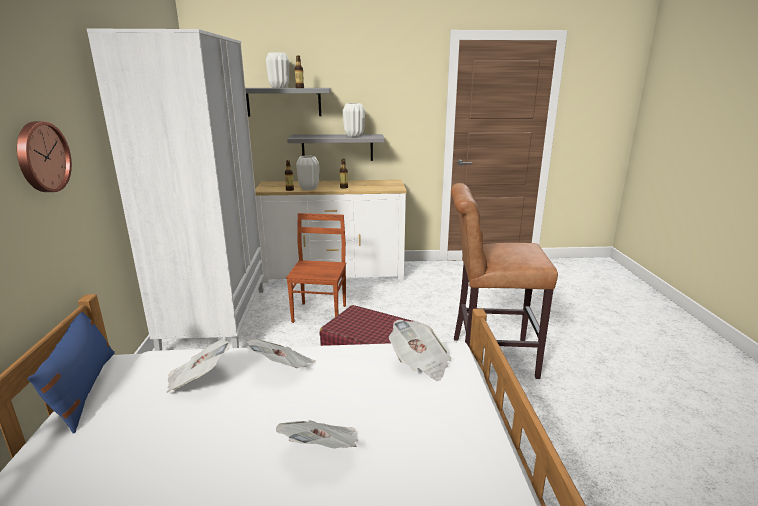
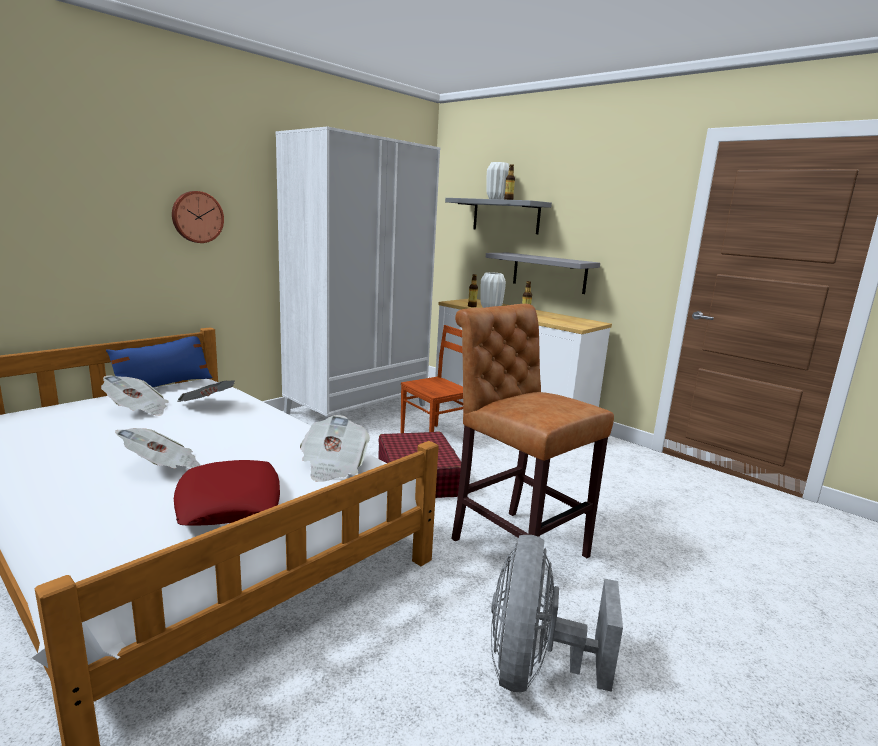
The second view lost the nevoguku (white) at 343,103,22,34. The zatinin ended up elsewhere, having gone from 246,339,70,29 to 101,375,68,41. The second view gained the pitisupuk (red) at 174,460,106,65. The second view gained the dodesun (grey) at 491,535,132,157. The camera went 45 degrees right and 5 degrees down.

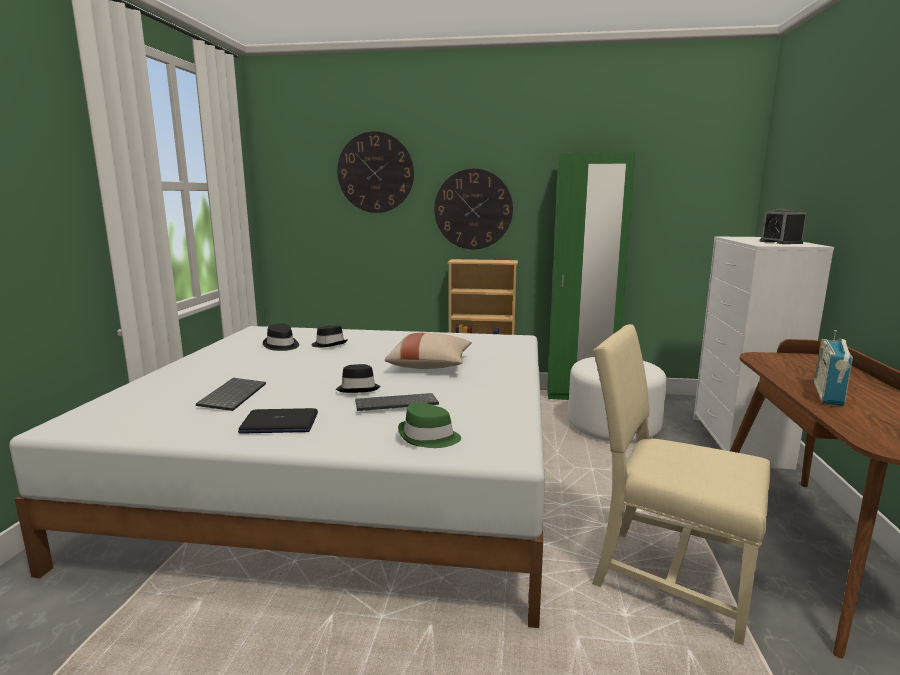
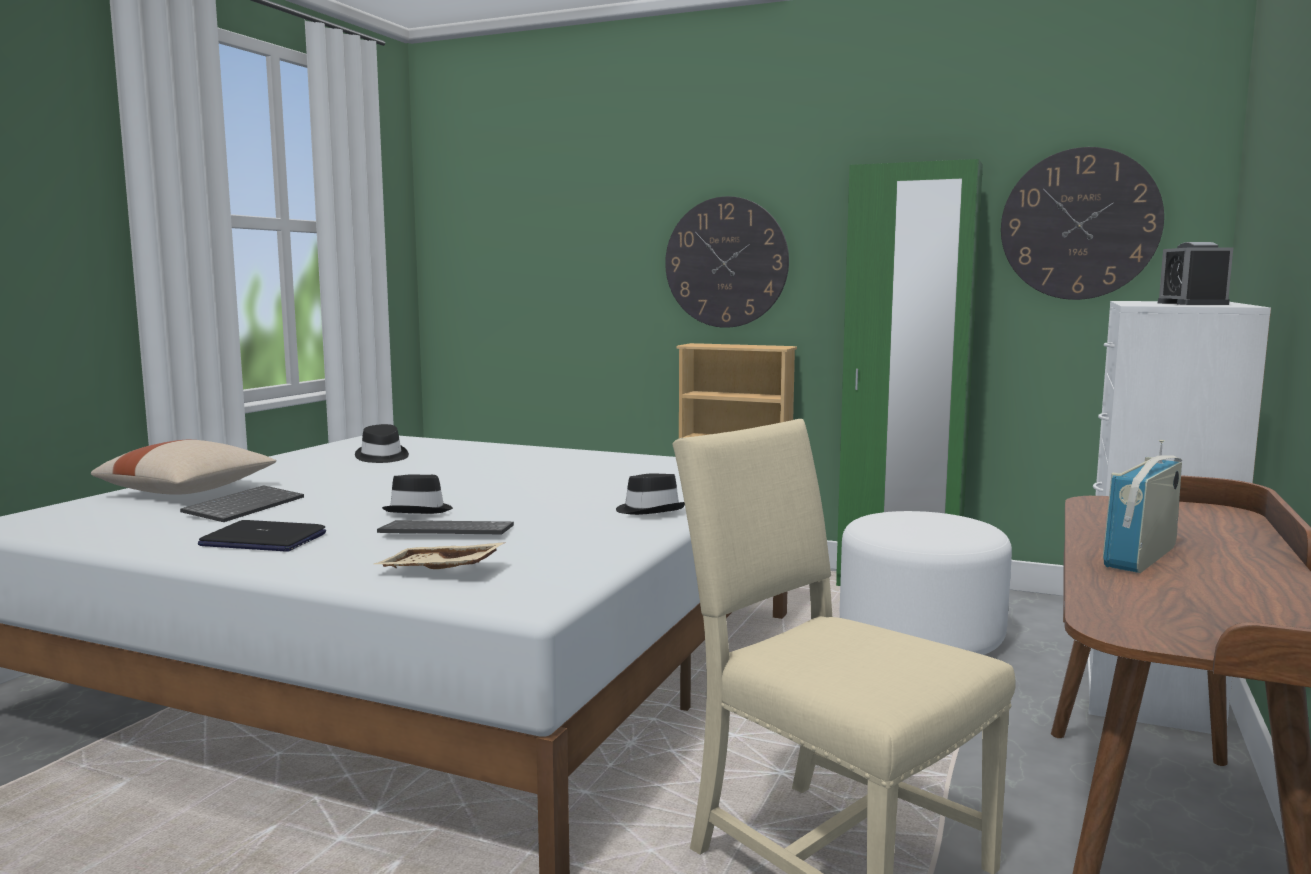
The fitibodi ended up elsewhere, having gone from 337,131,77,82 to 1001,147,163,153. The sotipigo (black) ended up elsewhere, having gone from 311,326,37,21 to 616,474,69,41. The pitisupuk (beige) ended up elsewhere, having gone from 385,333,87,36 to 91,440,185,54. Where the sotipigo (green) stood at 398,402,63,46, the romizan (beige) came to stand at 374,542,132,27. The camera went 15 degrees right and 5 degrees down.

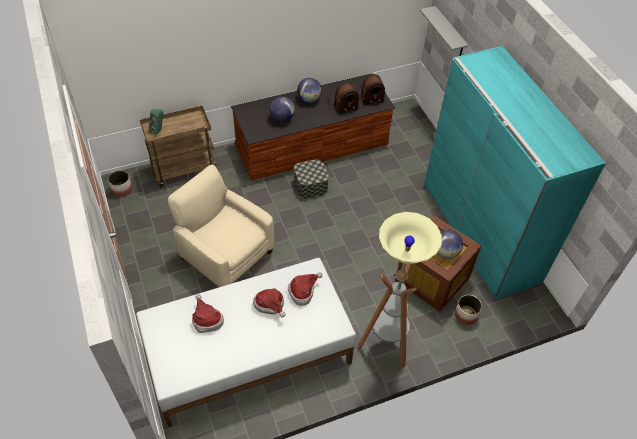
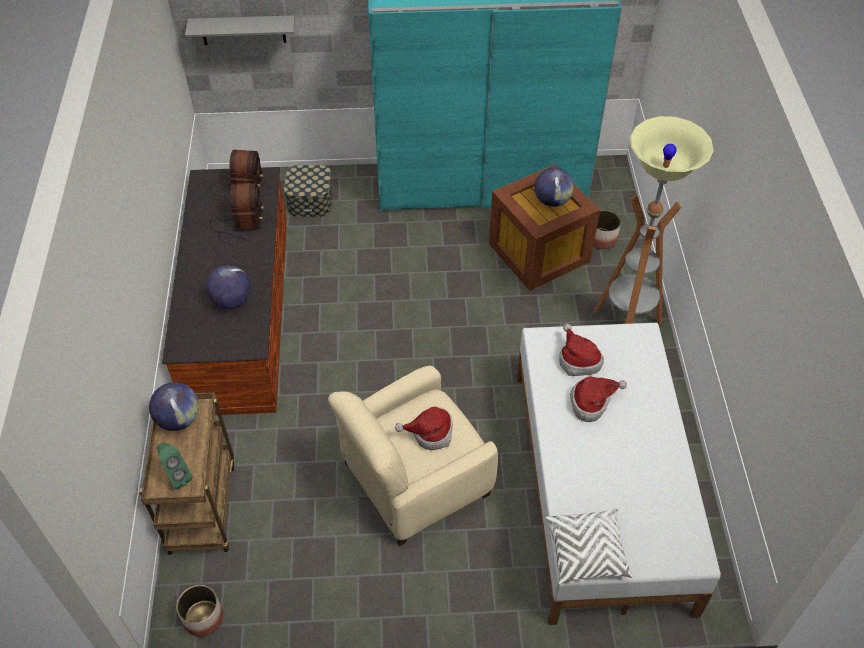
The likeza ended up elsewhere, having gone from 297,78,25,25 to 149,382,50,49. The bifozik ended up elsewhere, having gone from 294,159,35,39 to 284,165,49,52. The sotipigo ended up elsewhere, having gone from 192,294,32,39 to 395,406,58,44. The second view gained the pitisupuk (white) at 546,509,87,75. The camera went 70 degrees left and 0 degrees up.

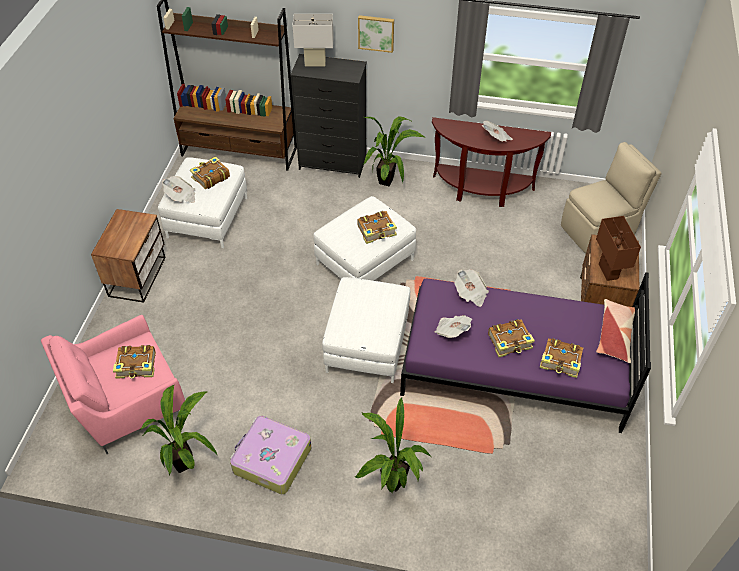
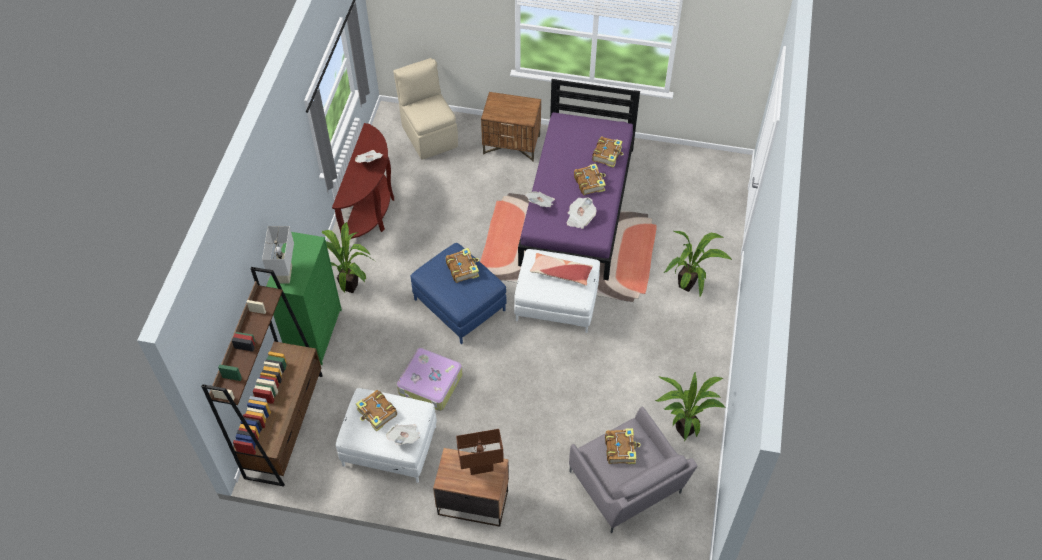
The second view lost the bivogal at 358,15,36,38. What was the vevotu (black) at 290,54,77,124 turned into the vevotu (green) at 266,232,76,133. What was the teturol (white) at 314,196,102,85 turned into the teturol (blue) at 410,243,97,101. The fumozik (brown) ended up elsewhere, having gone from 596,216,45,65 to 456,429,48,46. The pitisupuk ended up elsewhere, having gone from 596,299,39,64 to 530,253,63,33. What was the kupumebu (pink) at 41,315,144,139 turned into the kupumebu (grey) at 569,407,129,127. The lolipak ended up elsewhere, having gone from 230,416,82,78 to 397,348,66,63. The camera went 90 degrees left and 5 degrees up.

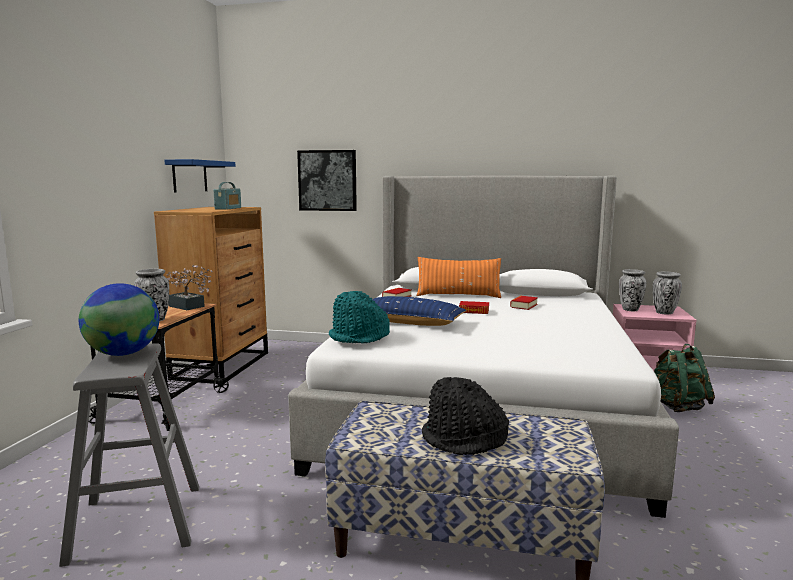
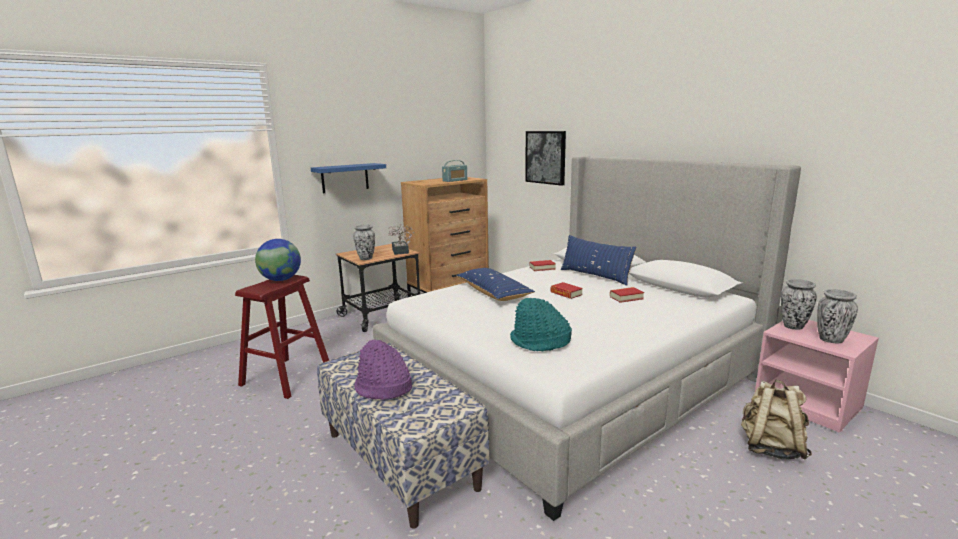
The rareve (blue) ended up elsewhere, having gone from 164,159,71,34 to 311,163,75,30. What was the pitisupuk (orange) at 417,257,84,41 turned into the pitisupuk (blue) at 561,235,76,51. The sotipigo (turquoise) ended up elsewhere, having gone from 329,291,61,52 to 510,298,62,53. What was the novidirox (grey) at 59,343,140,224 turned into the novidirox (red) at 235,275,94,124. What was the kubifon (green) at 654,344,61,68 turned into the kubifon (beige) at 741,380,71,80. What was the sotipigo (black) at 422,377,87,78 turned into the sotipigo (purple) at 354,339,58,61. The camera went 40 degrees right and 5 degrees up.

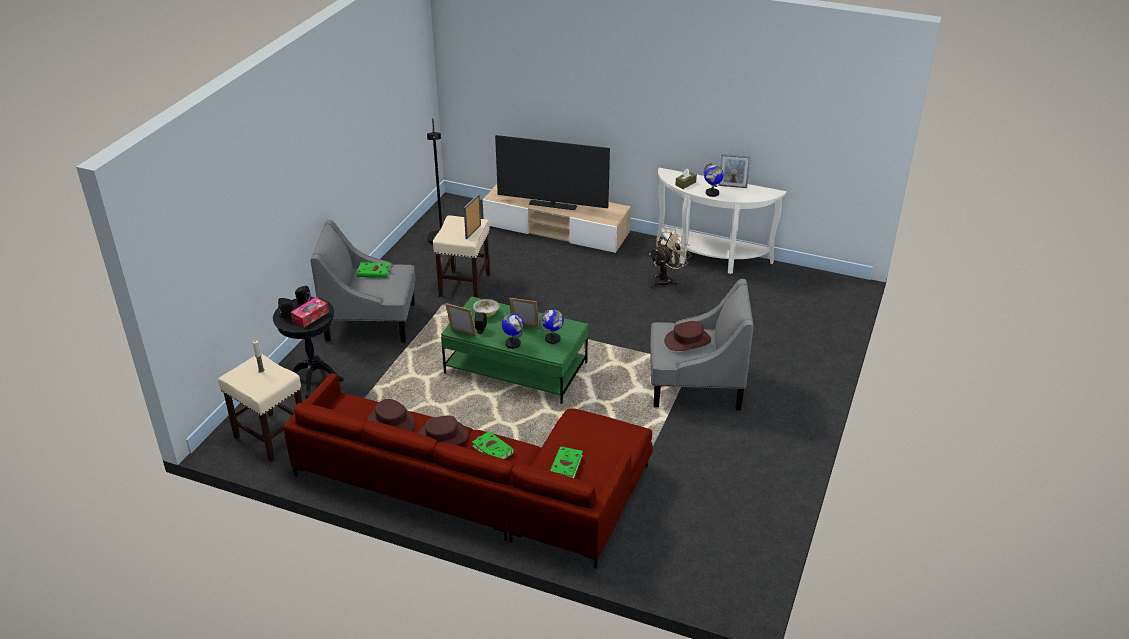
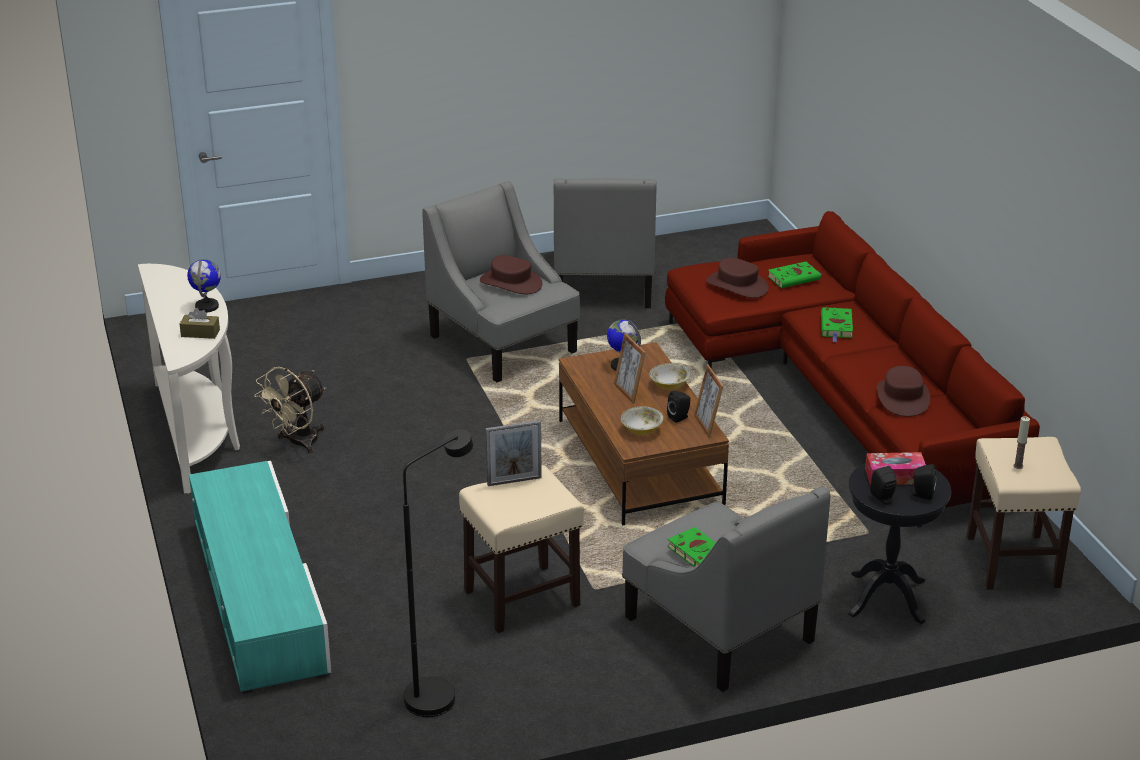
The second view lost the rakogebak at 495,135,115,75. The second view lost the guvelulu at 718,154,33,34. What was the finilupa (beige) at 483,184,148,69 turned into the finilupa (turquoise) at 189,461,142,233. The dodesun (beige) at 649,229,42,59 ended up facing another way, 60 degrees counterclockwise from before. What was the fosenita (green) at 441,296,147,108 turned into the fosenita (brown) at 559,342,170,183. Where the likeza stood at 502,314,22,35, the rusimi came to stand at 649,363,41,27. The sotipigo (brown) ended up elsewhere, having gone from 418,416,51,29 to 706,258,63,40. The second view gained the kupumebu (grey) at 554,178,103,130. The camera went 130 degrees left and 5 degrees down.

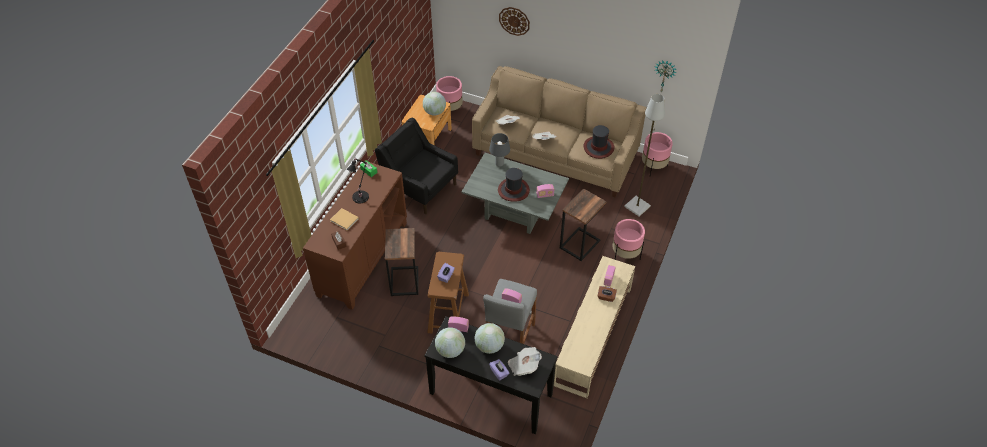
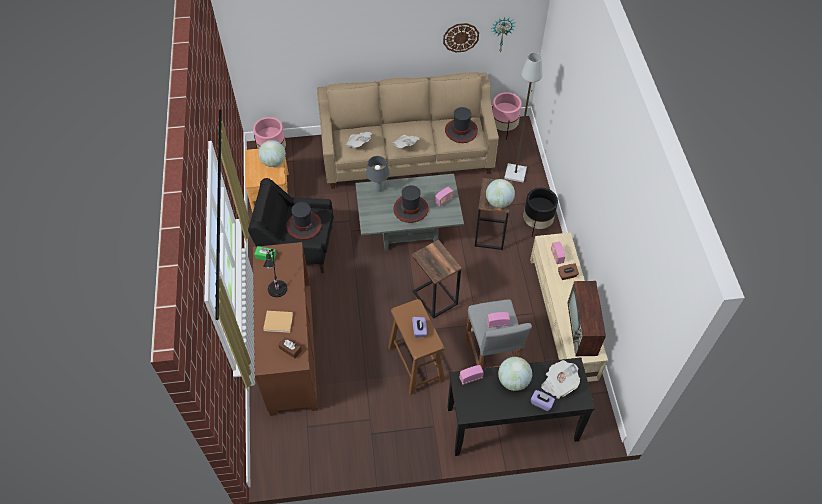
The fitibodi ended up elsewhere, having gone from 499,7,31,29 to 443,23,36,30. What was the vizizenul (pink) at 612,219,33,40 turned into the vizizenul (black) at 523,188,35,48. The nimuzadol ended up elsewhere, having gone from 385,228,33,68 to 412,240,50,79. The likeza ended up elsewhere, having gone from 435,327,30,31 to 486,179,29,29. The second view gained the sotipigo at 286,202,36,38. The second view gained the rakogebak at 567,281,39,75. The camera went 30 degrees left and 5 degrees up.

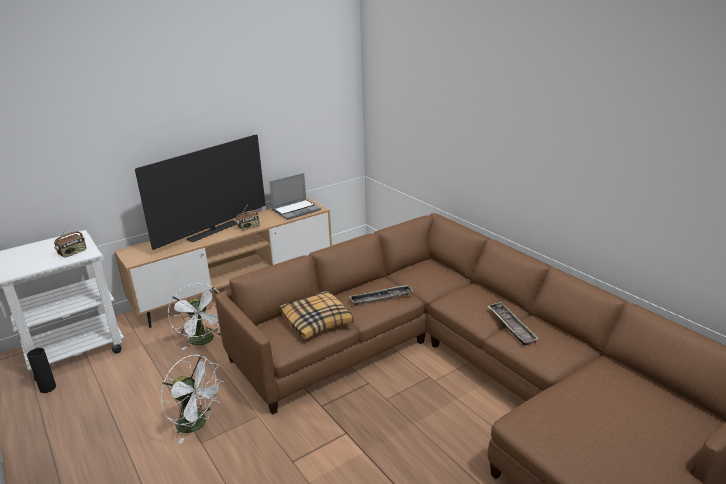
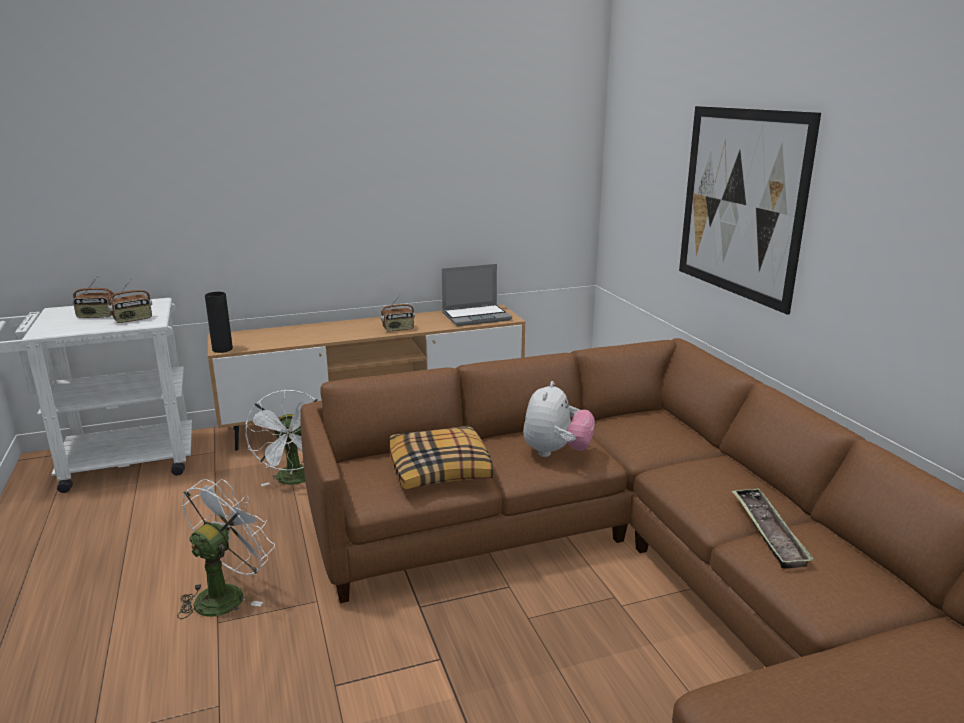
The second view lost the rakogebak at 135,134,130,116. Where the romizan stood at 349,285,64,21, the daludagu came to stand at 523,381,72,76. The nevoguku (black) ended up elsewhere, having gone from 27,348,29,45 to 205,292,28,61. The dodesun (white) at 161,354,63,90 ended up facing another way, 105 degrees counterclockwise from before. The second view gained the bivogal at 679,106,142,209. The second view gained the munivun at 73,276,42,42. The camera went 15 degrees right and 5 degrees down.

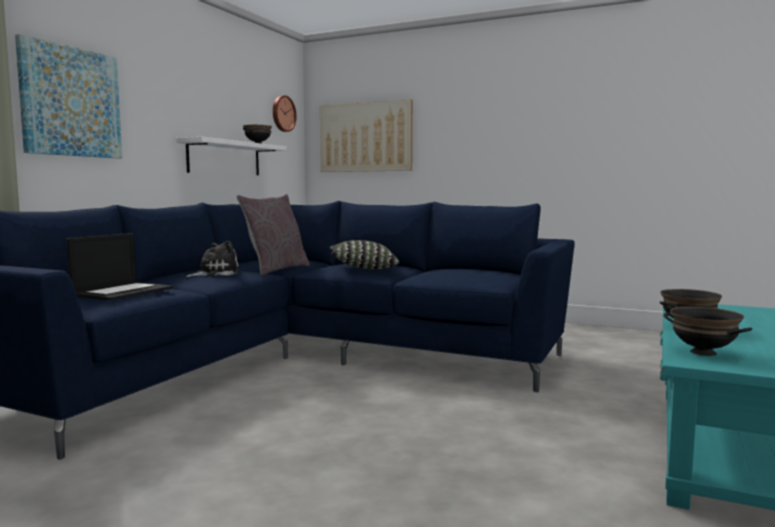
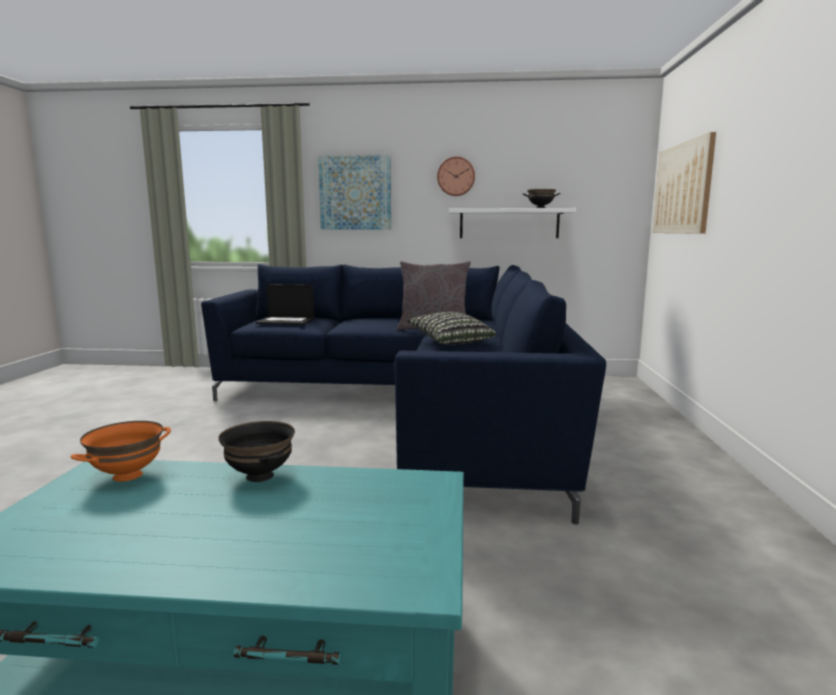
The fitibodi ended up elsewhere, having gone from 273,95,24,37 to 437,157,38,39. The second view lost the daludagu at 186,241,55,36. What was the rusimi (black) at 664,307,88,49 turned into the rusimi (orange) at 70,421,101,61. The camera went 70 degrees right and 5 degrees up.

